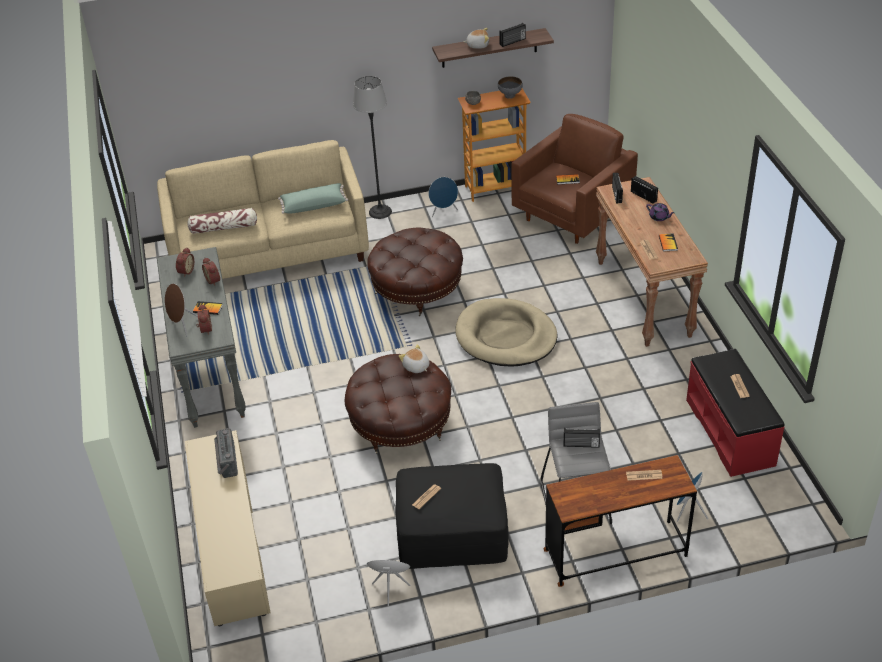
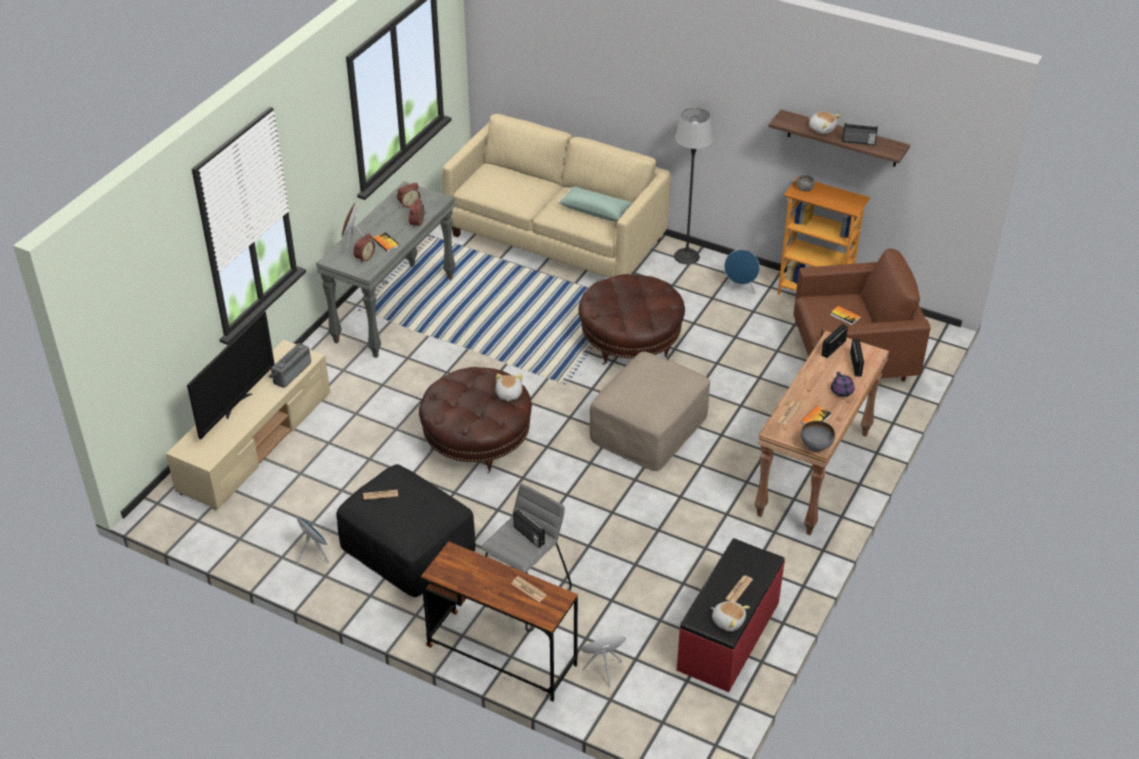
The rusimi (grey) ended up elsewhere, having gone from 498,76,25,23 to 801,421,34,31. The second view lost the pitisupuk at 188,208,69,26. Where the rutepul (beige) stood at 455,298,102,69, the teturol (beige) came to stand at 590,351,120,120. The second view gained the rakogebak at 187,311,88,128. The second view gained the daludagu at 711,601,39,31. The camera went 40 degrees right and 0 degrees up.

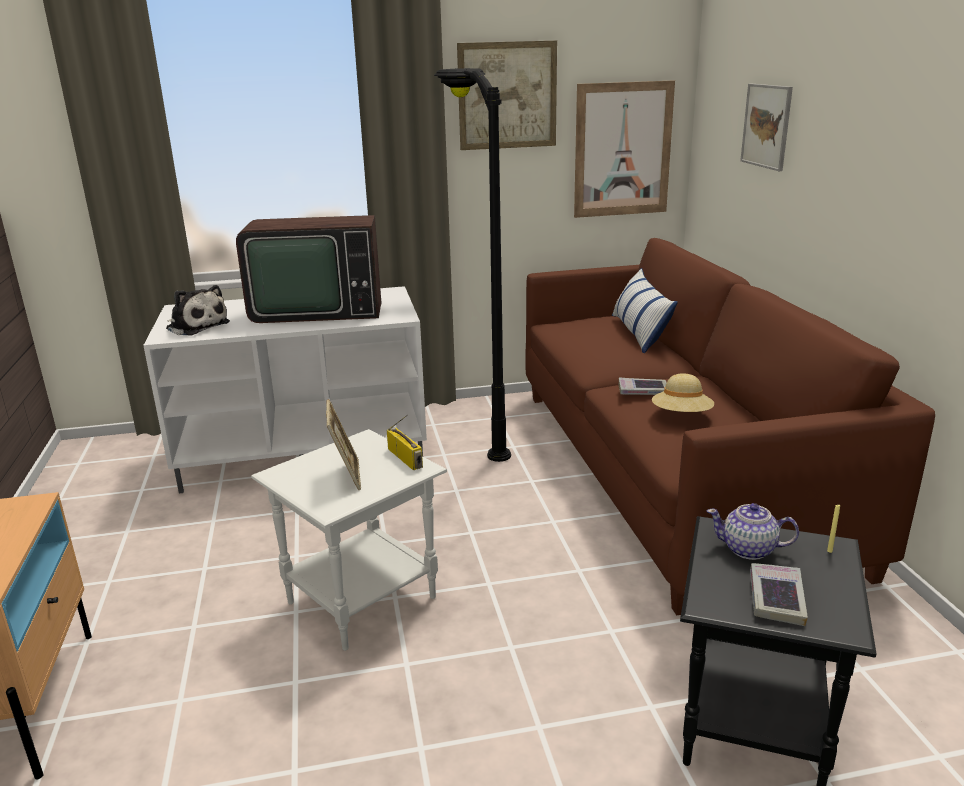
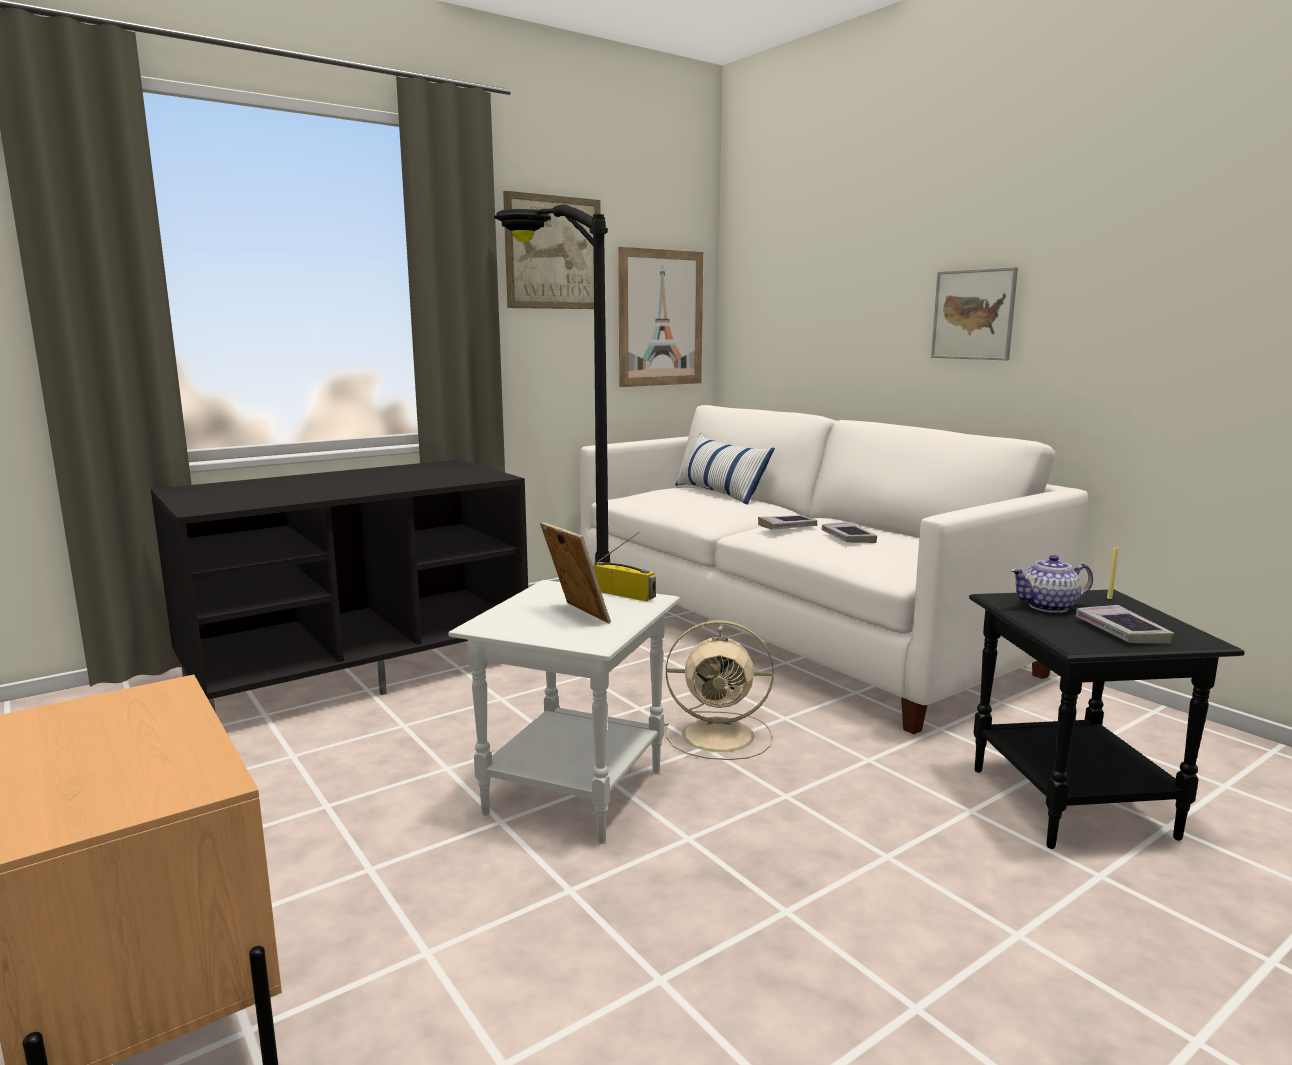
The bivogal ended up elsewhere, having gone from 740,83,53,88 to 931,267,87,93. The second view lost the rakogebak at 236,215,145,108. What was the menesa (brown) at 525,238,410,377 turned into the menesa (white) at 580,405,508,329. The second view lost the daludagu at 166,285,64,51. What was the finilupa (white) at 143,286,284,207 turned into the finilupa (black) at 151,460,377,253. Where the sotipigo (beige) stood at 652,373,62,39, the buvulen came to stand at 822,522,55,21. The second view gained the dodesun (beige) at 664,620,110,140. The camera went 25 degrees left and 10 degrees down.

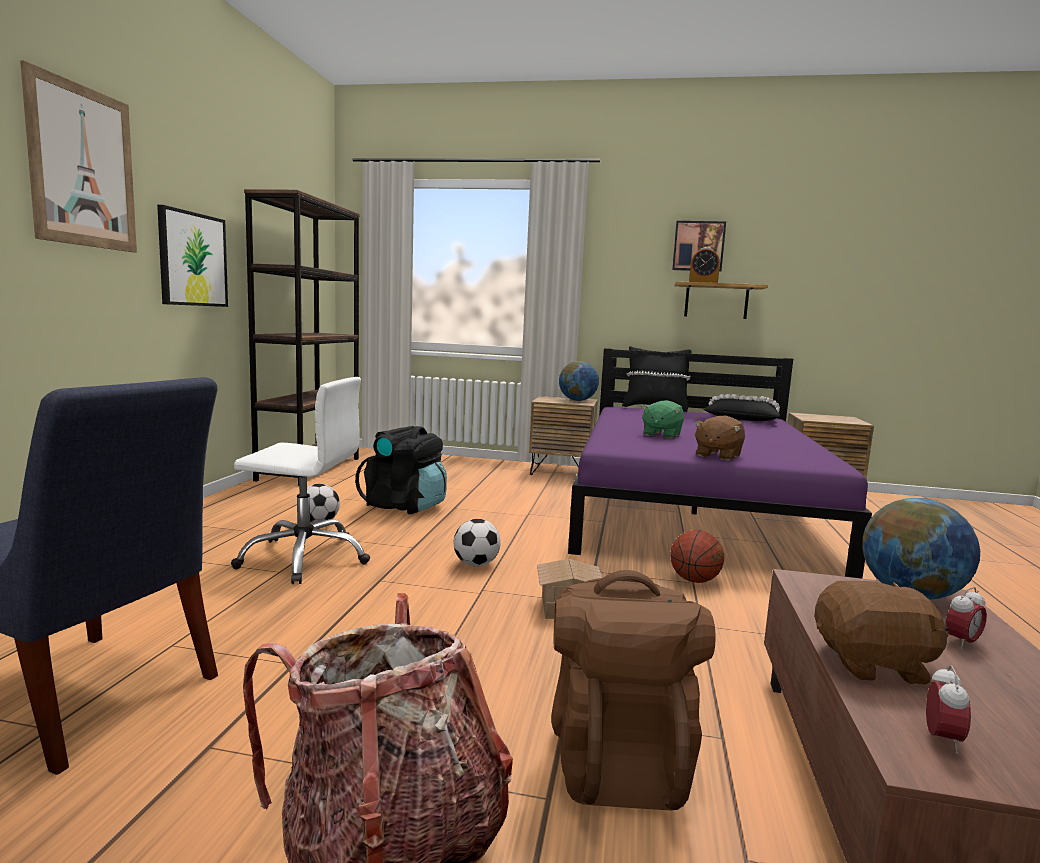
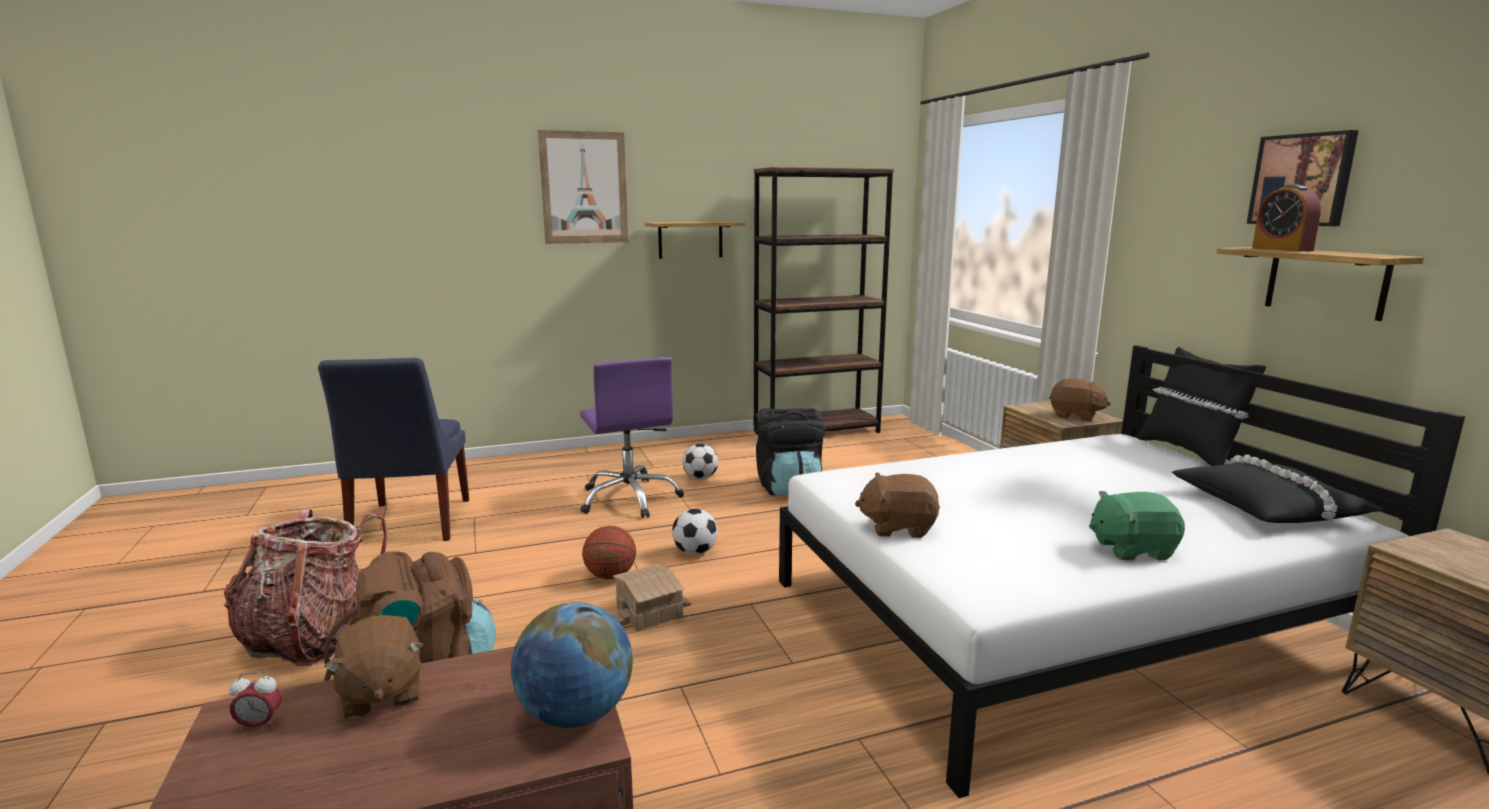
Where the bivogal hung at 157,205,71,102, the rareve came to hang at 645,222,100,37. What was the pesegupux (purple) at 568,348,304,230 turned into the pesegupux (white) at 779,345,686,453. Where the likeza stood at 559,361,40,40, the daludagu (brown) came to stand at 1049,379,62,43. What was the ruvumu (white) at 231,377,139,207 turned into the ruvumu (purple) at 580,357,104,161. The daludagu (green) ended up elsewhere, having gone from 641,400,43,39 to 1089,491,96,70. The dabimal ended up elsewhere, having gone from 670,530,54,53 to 582,526,54,53. The second view lost the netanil at 945,587,42,62. The camera went 60 degrees right and 5 degrees up.

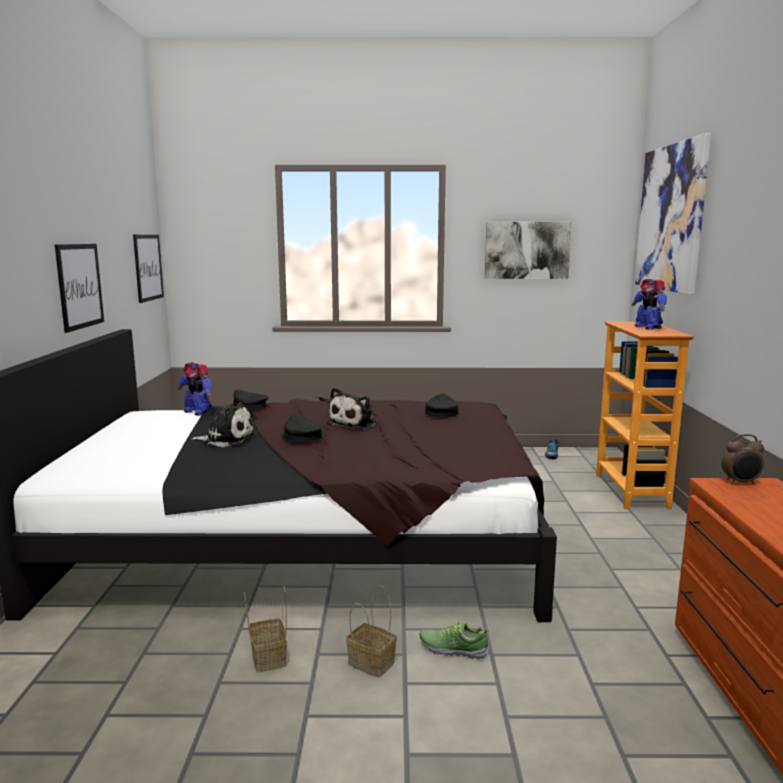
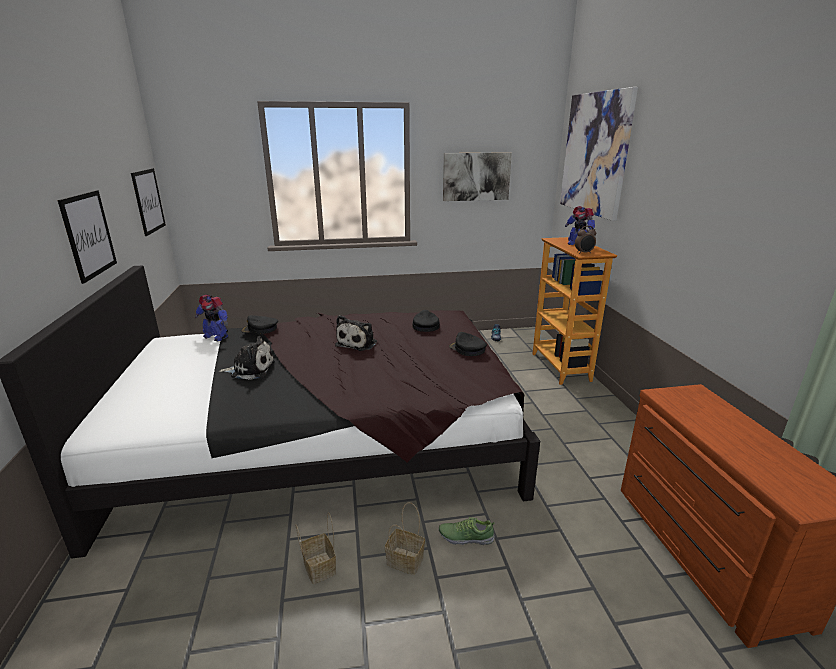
The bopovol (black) ended up elsewhere, having gone from 281,414,41,28 to 449,332,38,24. The netanil ended up elsewhere, having gone from 721,434,43,50 to 575,226,21,28. The camera went 10 degrees left and 10 degrees up.

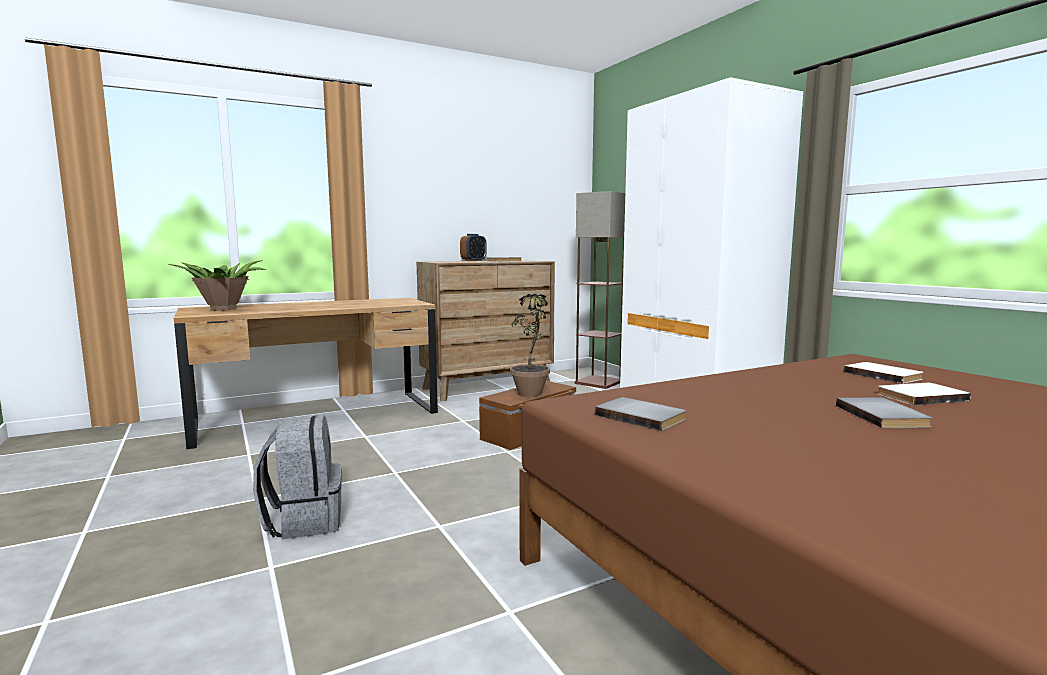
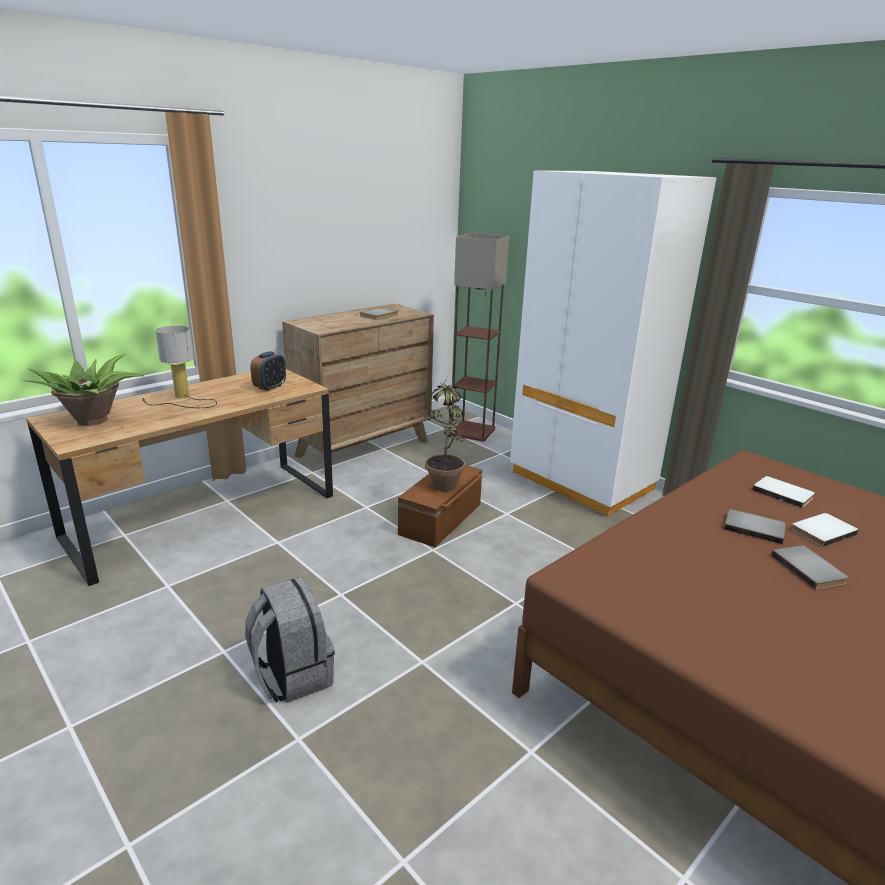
The netanil ended up elsewhere, having gone from 460,234,27,27 to 250,351,36,40. The buvulen (grey) ended up elsewhere, having gone from 595,397,91,34 to 724,509,62,35. The second view gained the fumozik at 142,325,75,83. The camera went 15 degrees left and 15 degrees up.

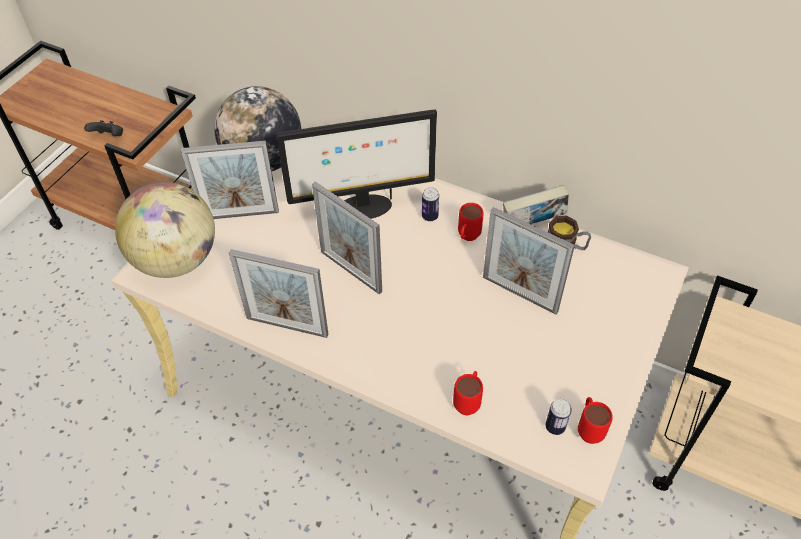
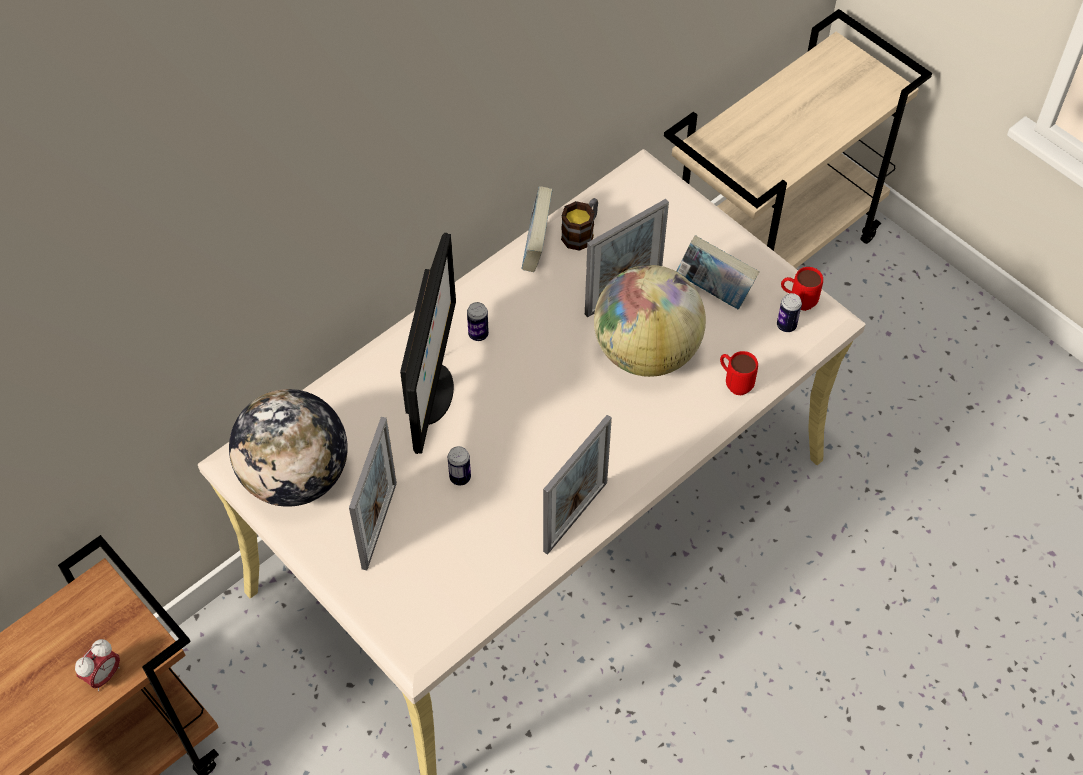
Where the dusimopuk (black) stood at 84,120,39,16, the netanil came to stand at 75,639,45,52. The second view lost the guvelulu at 312,181,70,114. The likeza ended up elsewhere, having gone from 115,182,100,96 to 594,265,112,112. The second view lost the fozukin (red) at 458,203,26,38. The second view gained the buvulen at 676,235,83,74. The second view gained the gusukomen at 448,446,23,39. The camera went 70 degrees left and 5 degrees up.

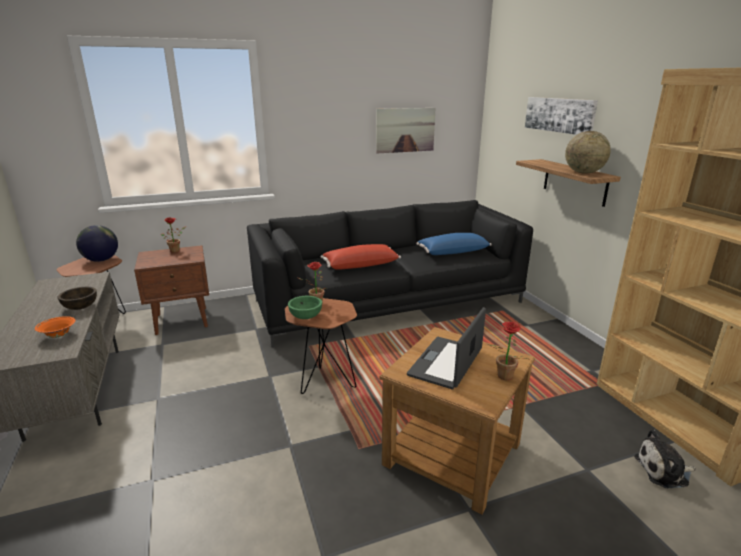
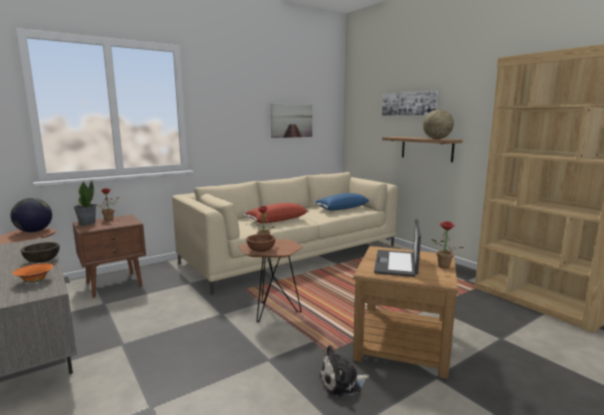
What was the menesa (black) at 247,200,286,147 turned into the menesa (beige) at 172,172,226,122. What was the rusimi (green) at 288,296,34,23 turned into the rusimi (brown) at 246,234,29,18. The daludagu ended up elsewhere, having gone from 634,430,62,59 to 319,345,51,53. The second view gained the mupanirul at 74,181,22,44. The camera went 15 degrees left and 10 degrees down.

